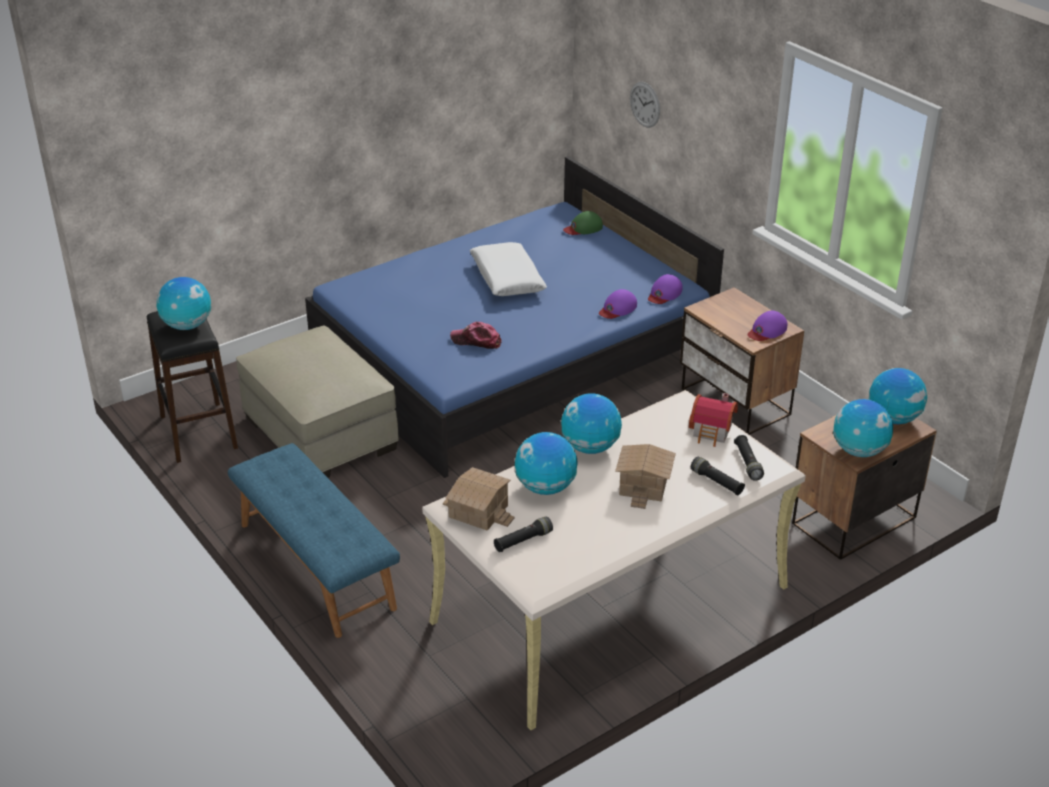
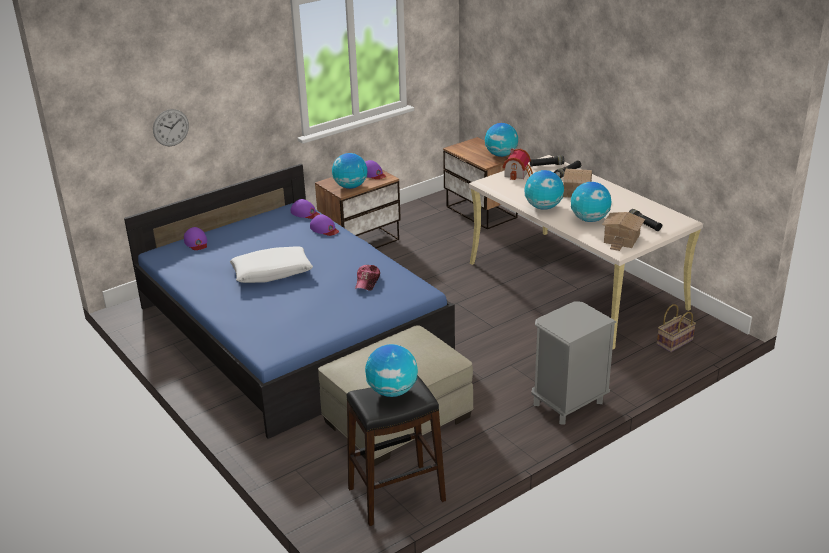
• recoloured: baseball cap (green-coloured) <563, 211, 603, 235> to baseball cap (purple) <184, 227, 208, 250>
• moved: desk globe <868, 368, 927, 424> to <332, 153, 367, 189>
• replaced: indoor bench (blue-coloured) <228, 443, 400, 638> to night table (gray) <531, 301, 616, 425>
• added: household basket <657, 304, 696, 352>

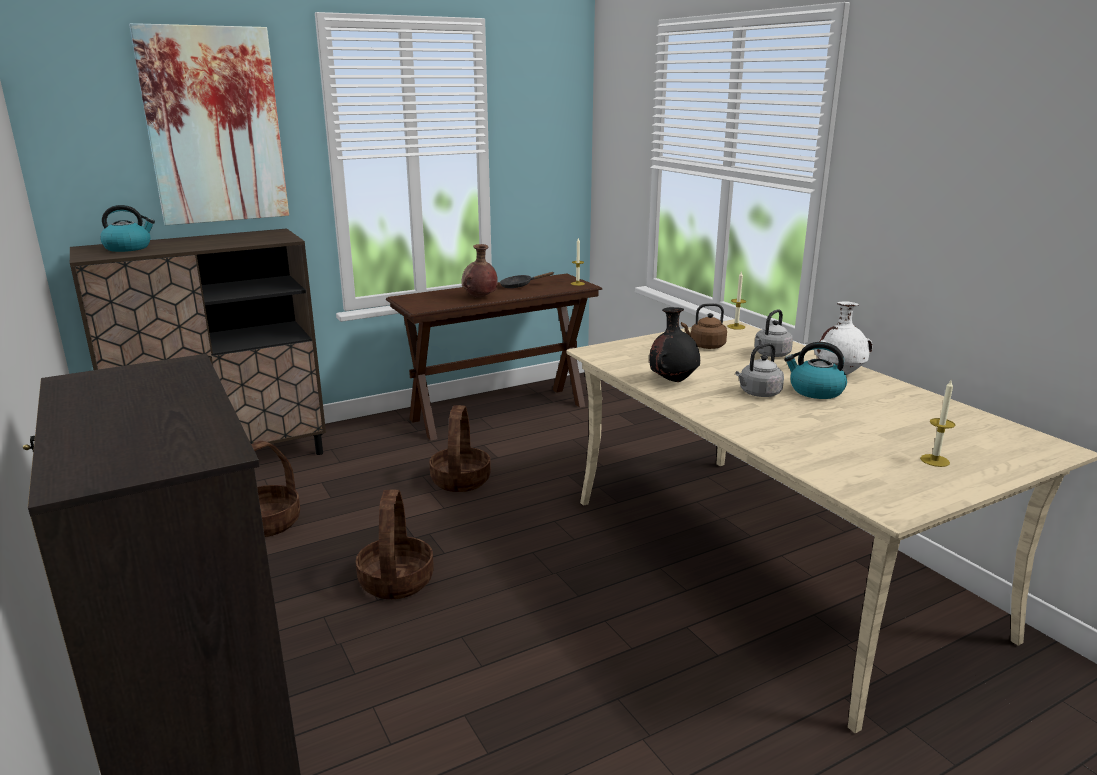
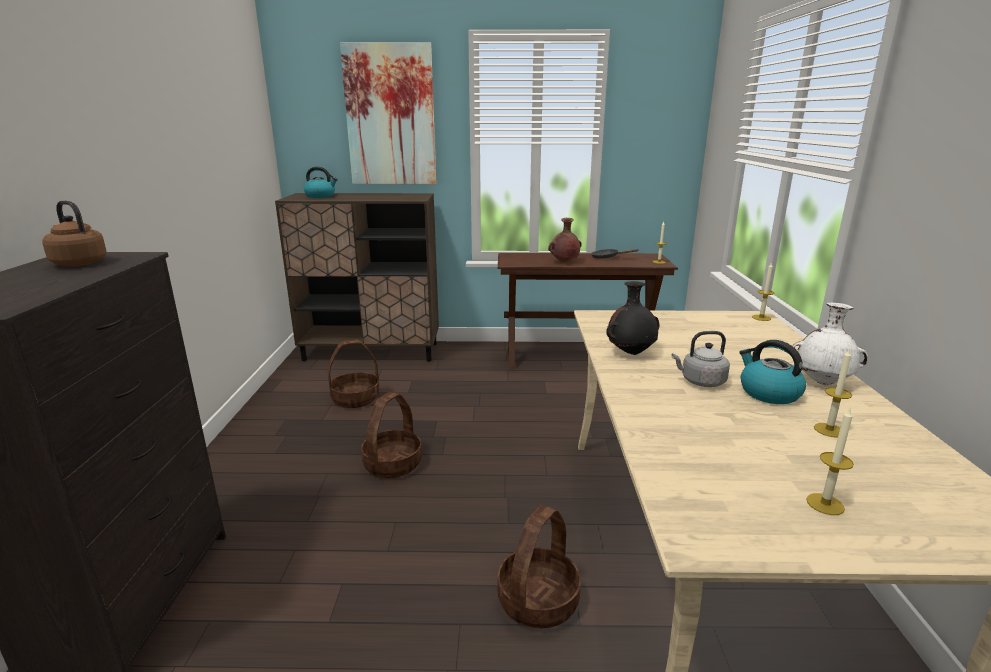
• moved: water kettle (brown-coloured) <681, 303, 727, 349> to <42, 201, 107, 266>
• moved: household basket <429, 405, 491, 492> to <497, 505, 581, 628>
• added: wax light <814, 348, 852, 437>
• removed: water kettle (gray) <754, 309, 793, 357>

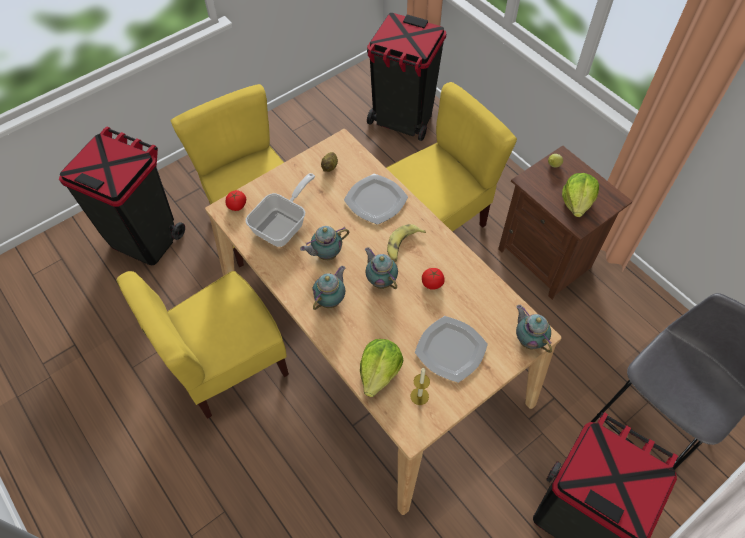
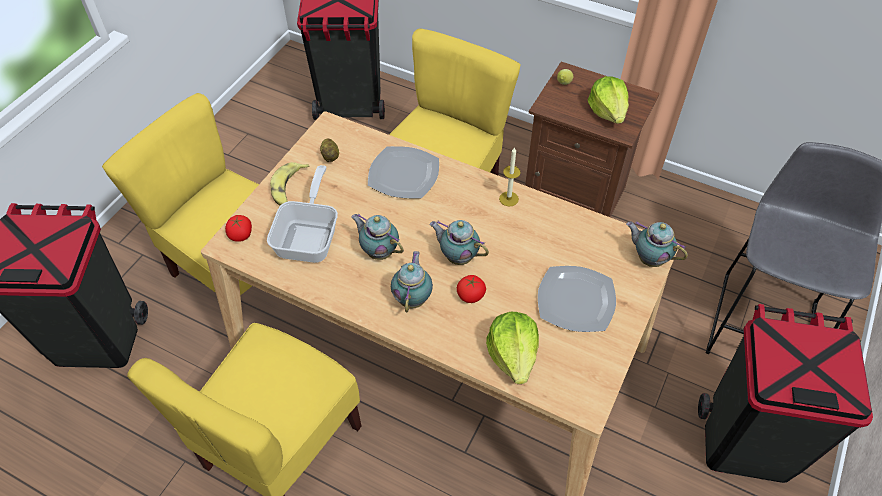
• moved: banana fruit <387, 224, 426, 262> to <270, 162, 310, 206>
• turned: teapot <300, 226, 349, 260> = <351, 213, 404, 260> 90 degrees clockwise
• moved: whole tomato <422, 268, 445, 290> to <457, 275, 486, 303>
• moved: wax light <410, 368, 430, 405> to <499, 147, 521, 206>

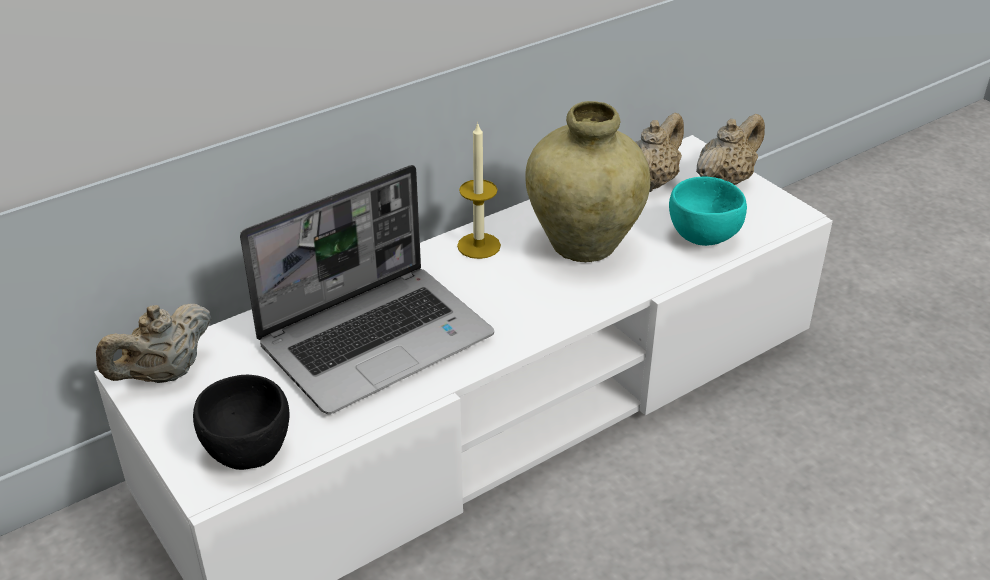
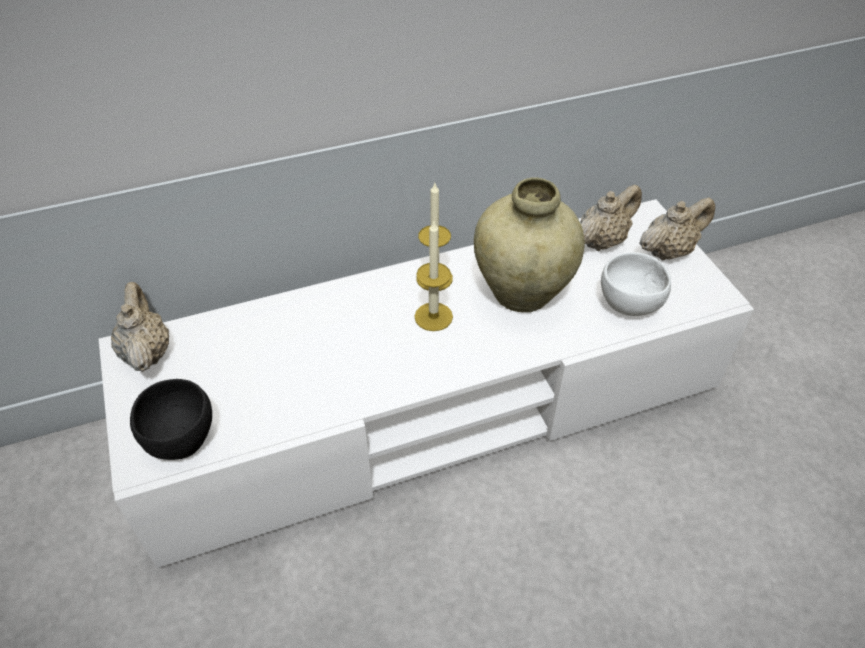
• turned: teapot (sand-coloured) <96, 304, 212, 383> = <111, 282, 169, 372> 105 degrees clockwise
• added: wax light <414, 222, 453, 331>
• recoloured: bowl (blue-green) <669, 176, 747, 246> to bowl (white-coloured) <601, 252, 671, 316>
• removed: portable computer <240, 165, 494, 414>

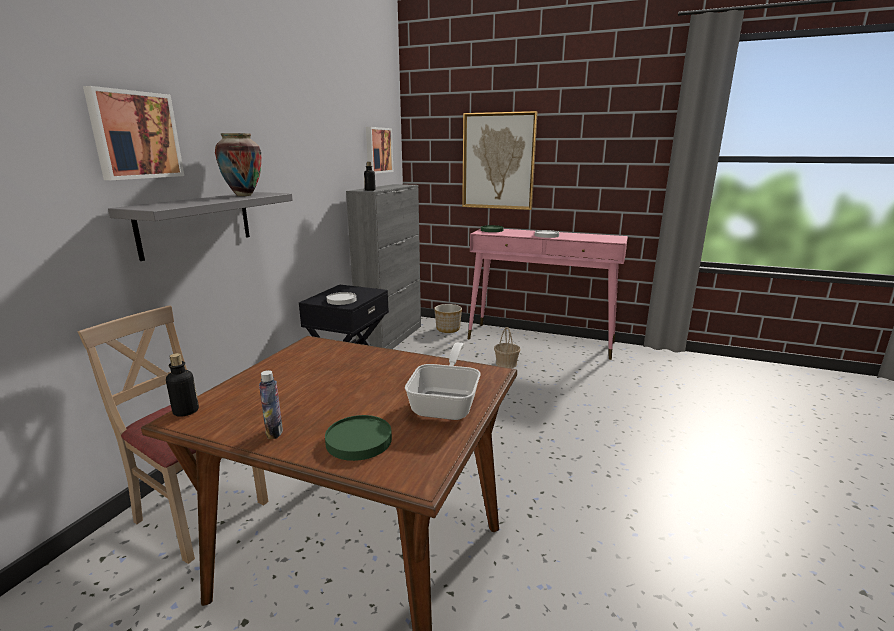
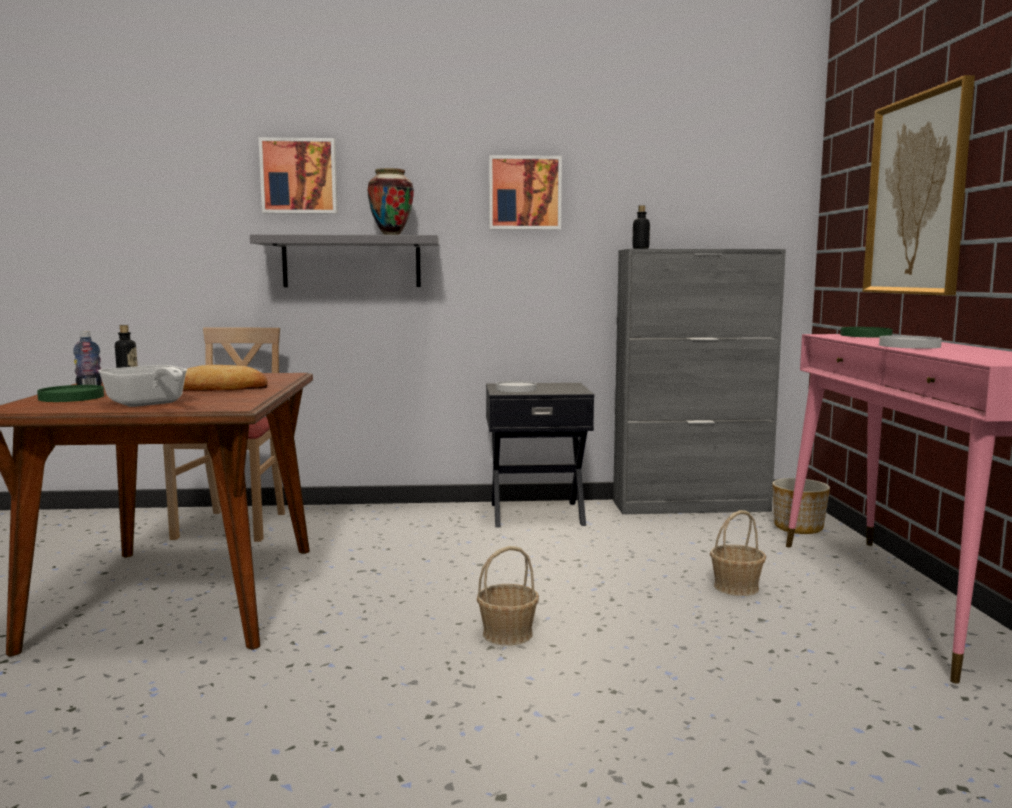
• turned: pan <405, 342, 481, 420> = <98, 365, 187, 407> 60 degrees clockwise
• added: bakery bread <183, 365, 268, 391>
• added: household basket <477, 546, 539, 645>
• moved: picture <366, 127, 393, 174> to <489, 155, 562, 230>

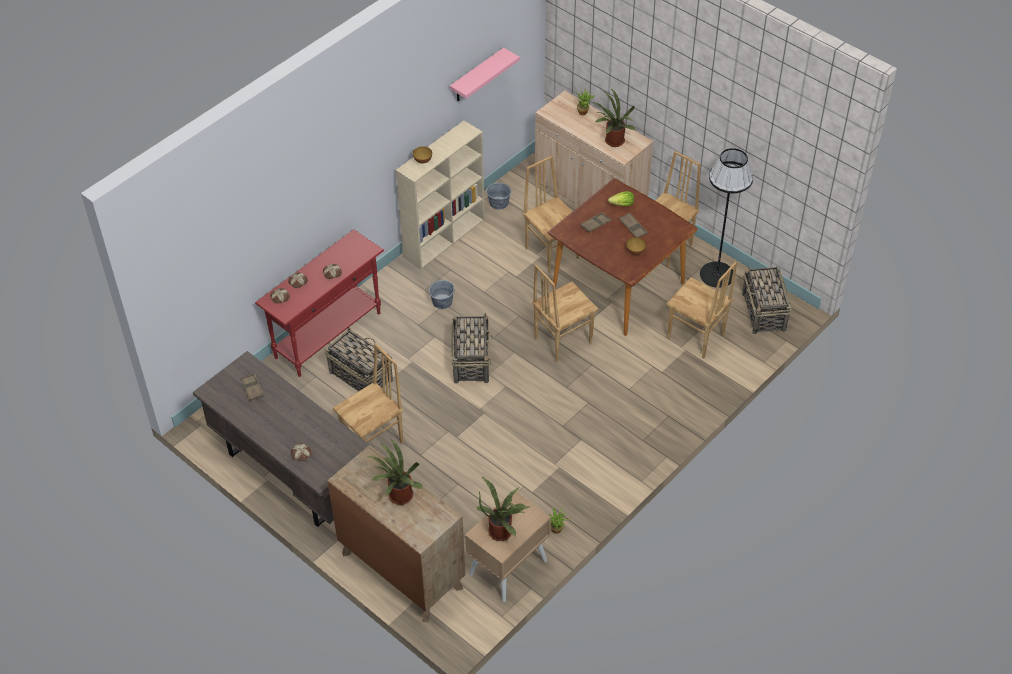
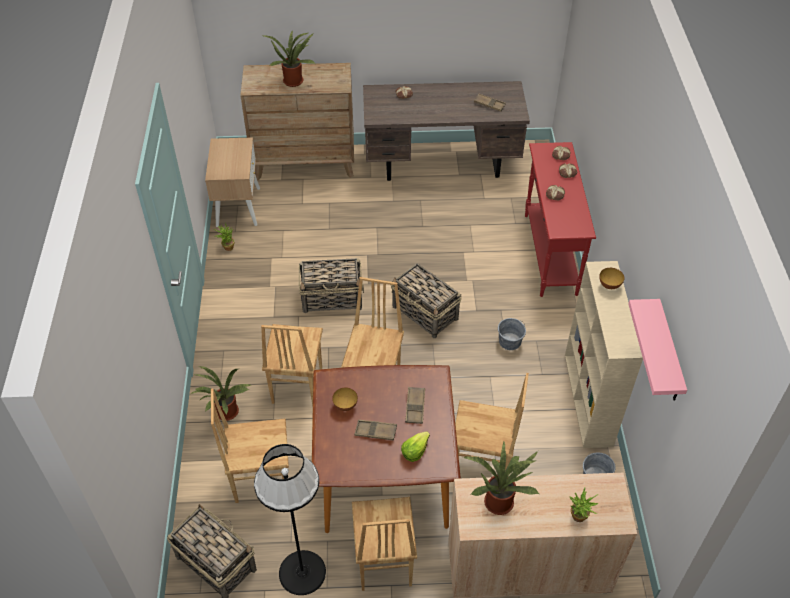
• moved: potted plant <477, 476, 530, 541> to <191, 366, 251, 421>
• moved: chair (brown-coloured) <333, 343, 403, 444> to <261, 324, 323, 406>
• moved: household basket <325, 327, 393, 391> to <299, 258, 364, 313>

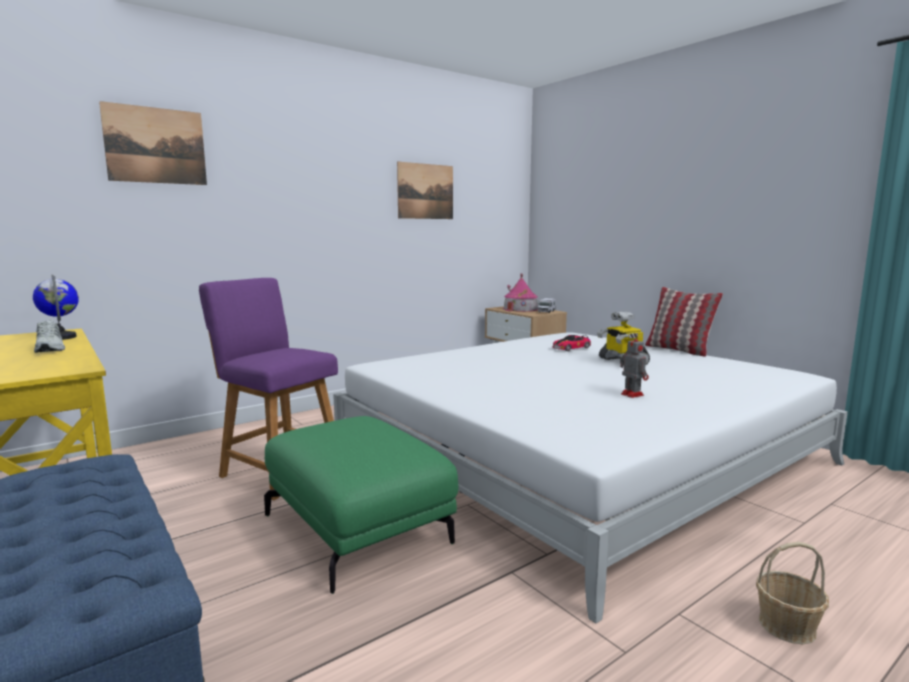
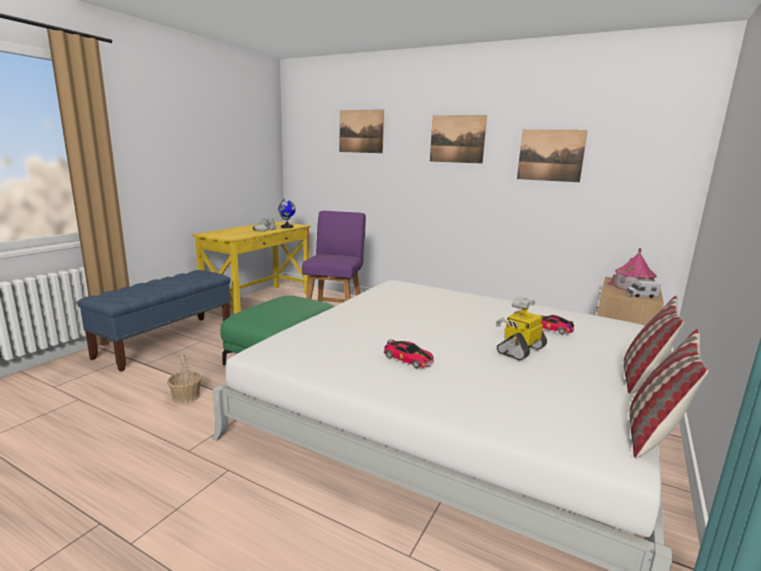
• moved: household basket <756, 542, 829, 644> to <167, 353, 202, 404>
• replaced: toy robot <620, 333, 649, 398> to model car <384, 340, 434, 368>
• added: picture <430, 115, 487, 164>
• added: throw pillow <630, 329, 708, 458>

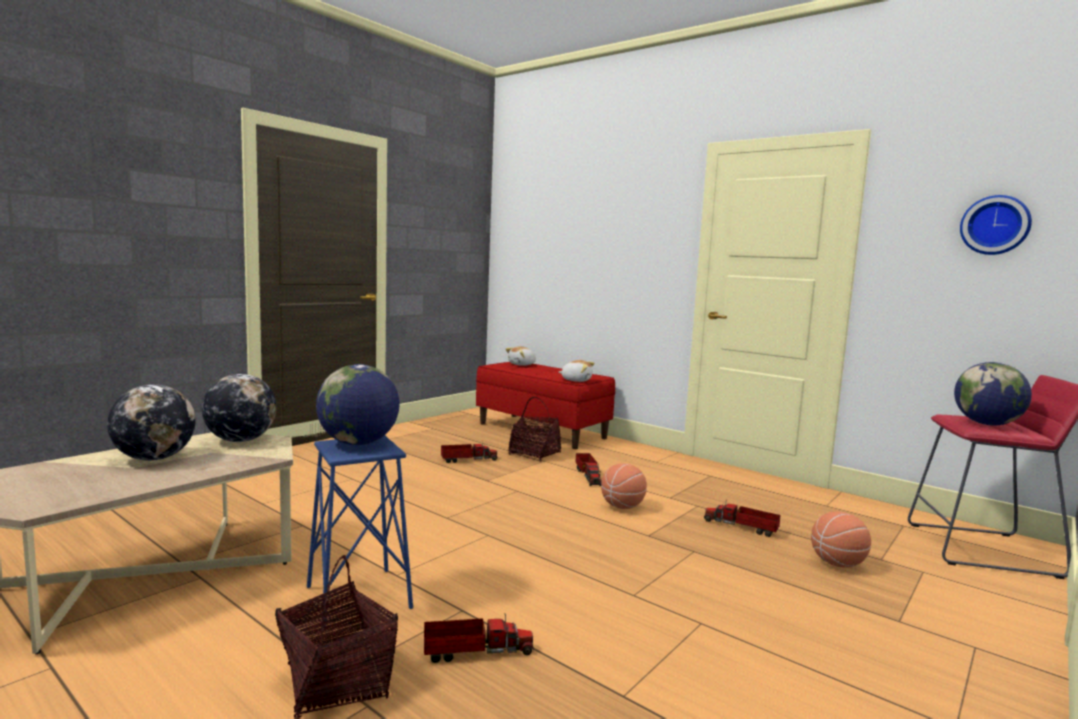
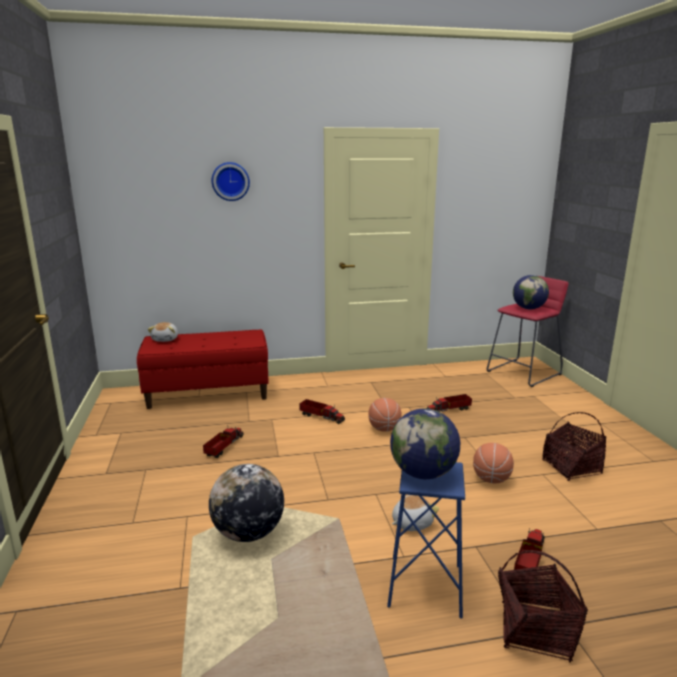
• moved: hanging clock <960, 195, 1032, 255> to <212, 162, 250, 201>
• moved: soft toy <559, 360, 595, 382> to <392, 495, 439, 531>
• moved: basketball ball <811, 511, 871, 568> to <473, 443, 514, 484>
• moved: household basket <508, 397, 561, 462> to <542, 412, 606, 481>
• removed: desk globe <107, 384, 196, 461>

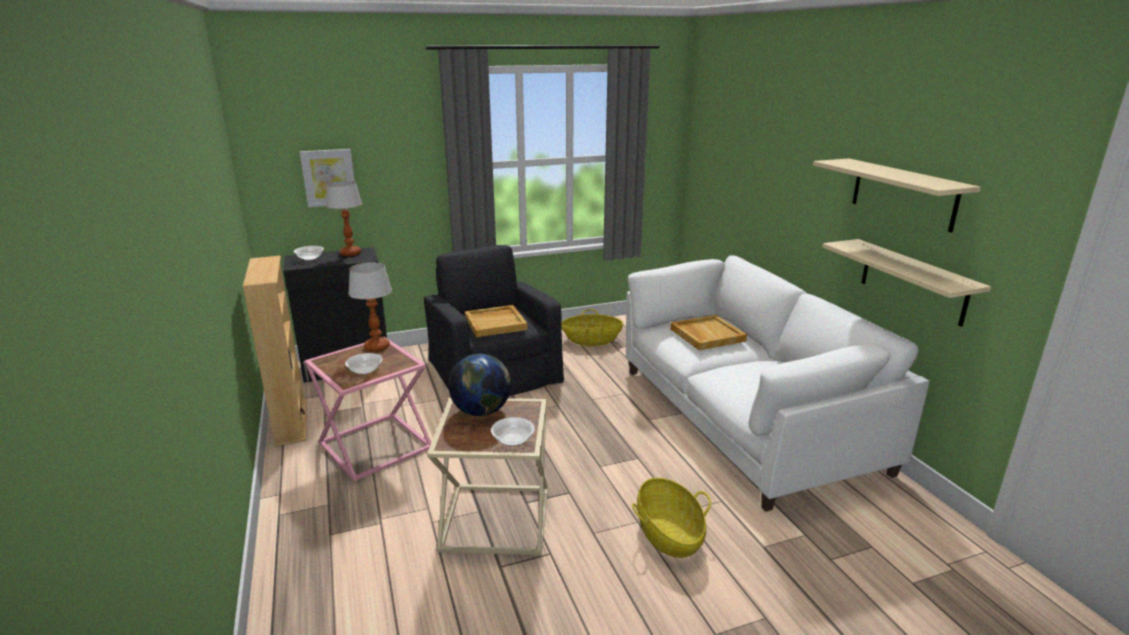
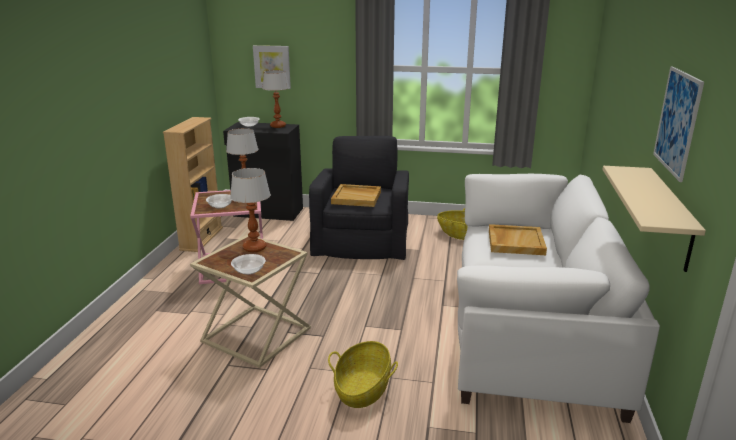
• replaced: desk globe <448, 354, 511, 416> to lamp for a table <230, 168, 271, 252>
• replaced: bracket shelf (sand-coloured) <813, 159, 981, 232> to picture <653, 66, 704, 182>

